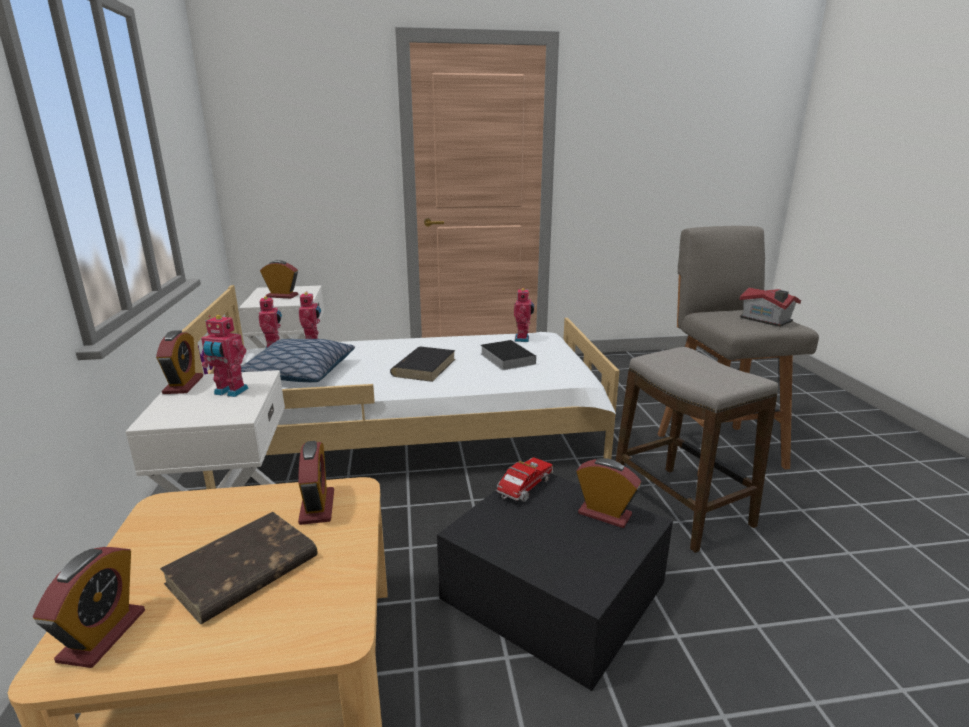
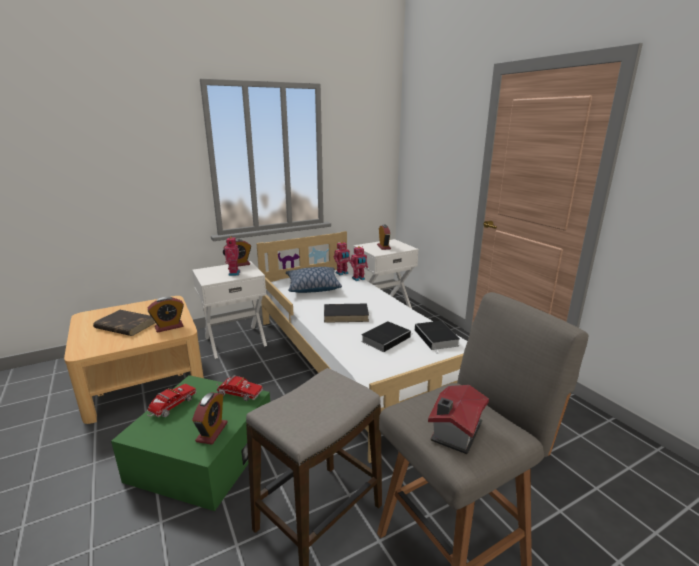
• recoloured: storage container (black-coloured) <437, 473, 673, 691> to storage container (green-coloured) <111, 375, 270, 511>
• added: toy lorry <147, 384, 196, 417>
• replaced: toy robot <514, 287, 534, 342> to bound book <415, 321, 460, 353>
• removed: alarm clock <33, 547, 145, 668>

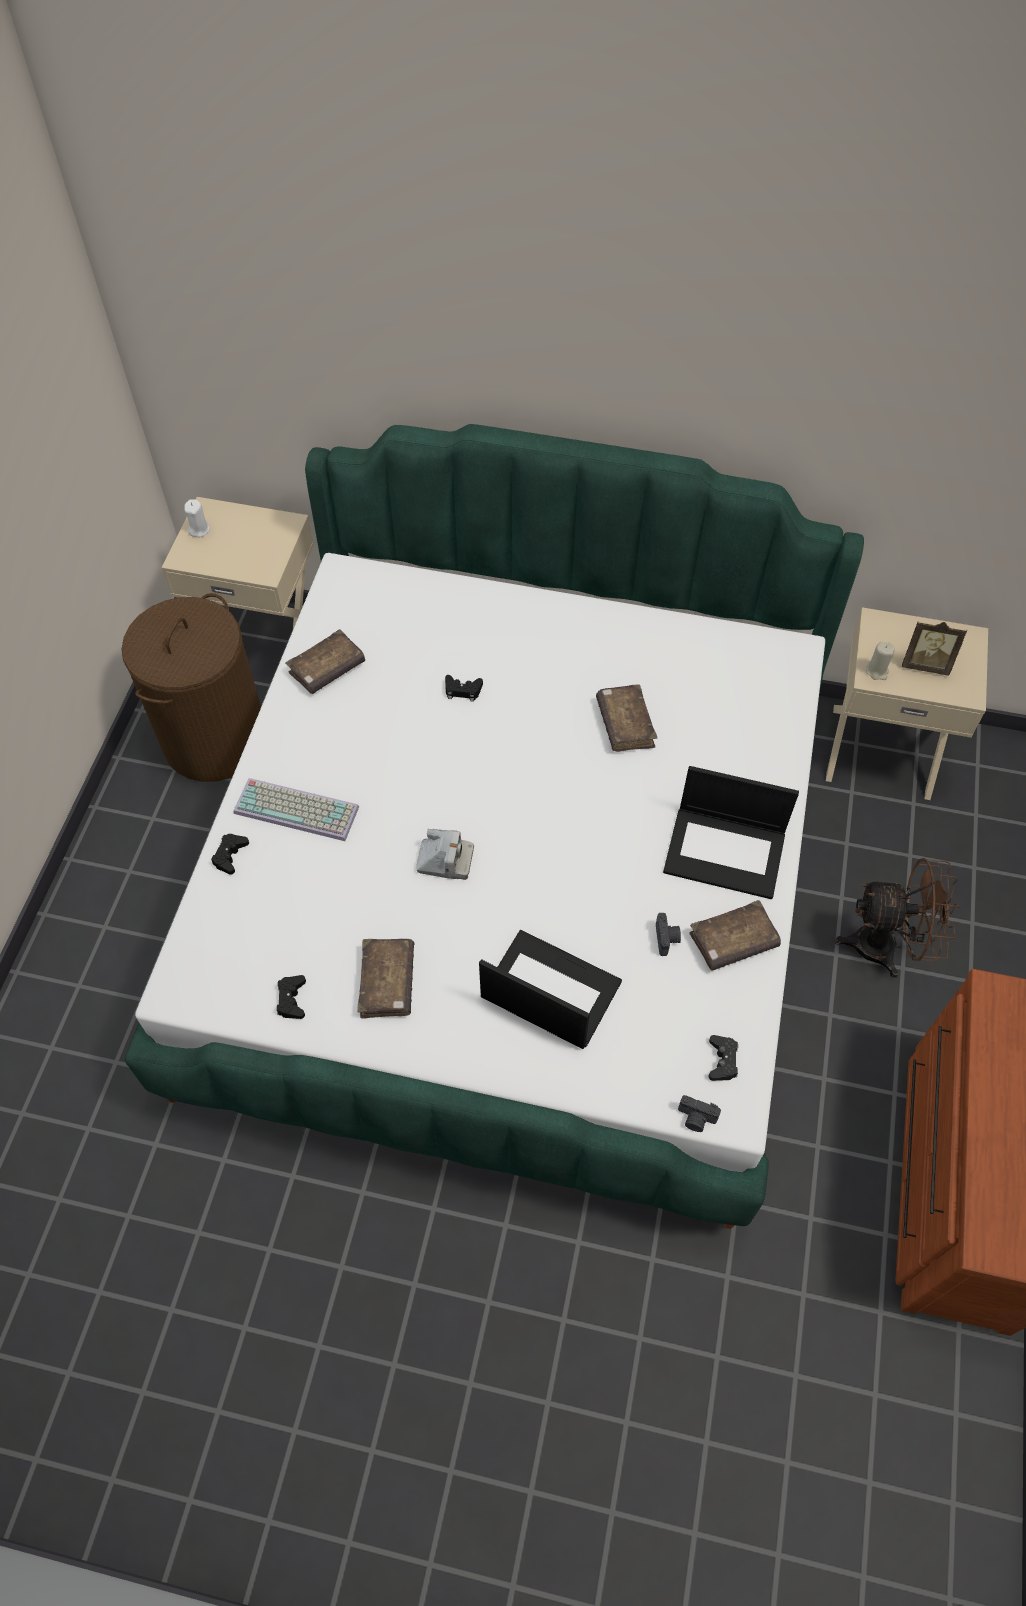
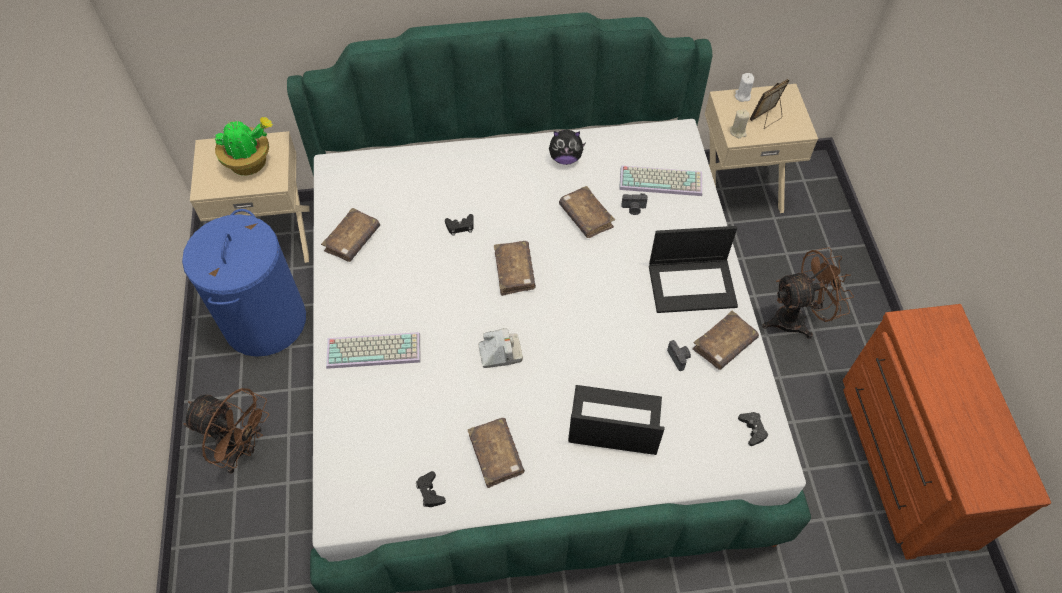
• recoloured: hamper (brown-coloured) <121, 593, 261, 782> to hamper (blue-coloured) <182, 209, 306, 357>
• added: fan (brown-coloured) <183, 388, 269, 474>
• added: potted plant <214, 117, 273, 175>
• added: bound book (brown-coloured) <494, 241, 536, 296>
• added: soft toy <549, 130, 586, 165>
• added: keyboard <619, 165, 702, 196>
• moved: photo camera <678, 1095, 721, 1132> to <621, 193, 648, 215>
• moved: wax light (white-coloured) <185, 499, 210, 537> to <735, 73, 754, 102>
• turned: photo frame <902, 622, 967, 676> = <750, 79, 790, 129> 150 degrees clockwise
• removed: gamepad (black-coloured) <211, 834, 249, 874>

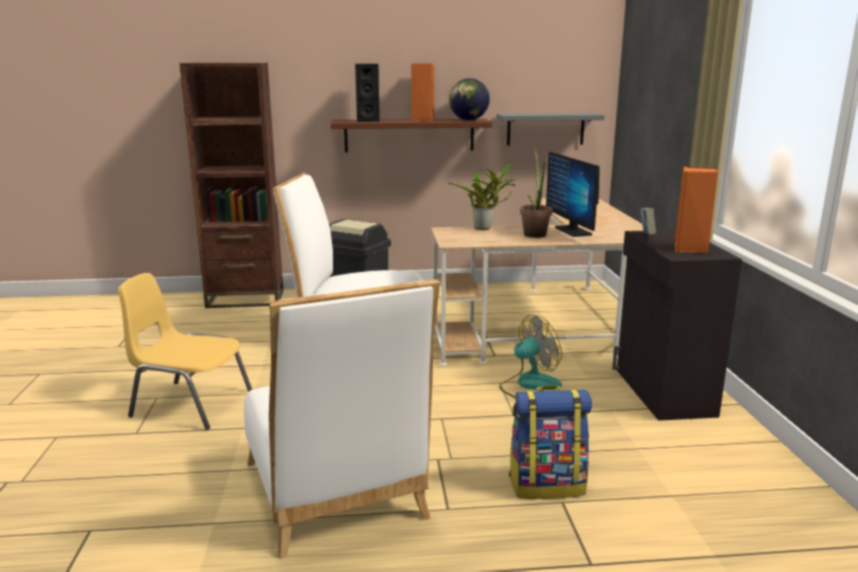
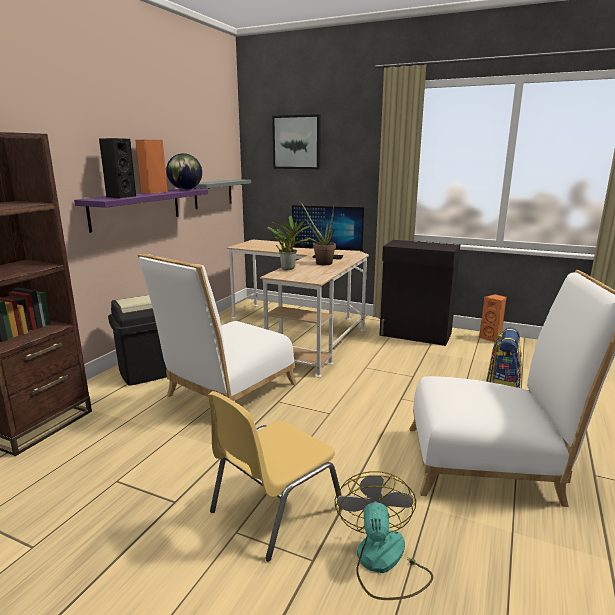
• recoloured: bracket shelf (brown-coloured) <331, 119, 492, 152> to bracket shelf (purple) <74, 189, 208, 233>
• added: picture <272, 114, 321, 169>
• moved: fan <499, 315, 562, 398> to <335, 471, 433, 600>
• moved: audio speaker (orangey) <674, 167, 718, 253> to <479, 294, 507, 342>
• removed: bound book <640, 208, 656, 235>

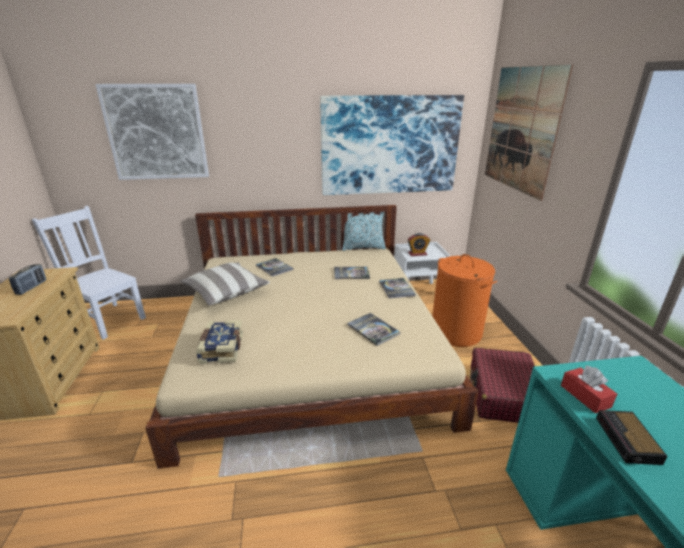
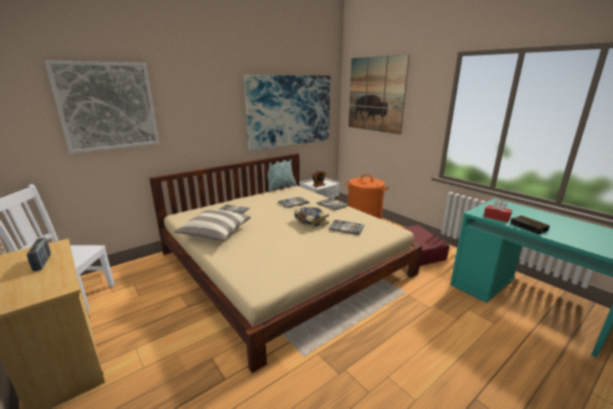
• moved: bound book <196, 320, 243, 364> to <294, 205, 329, 229>

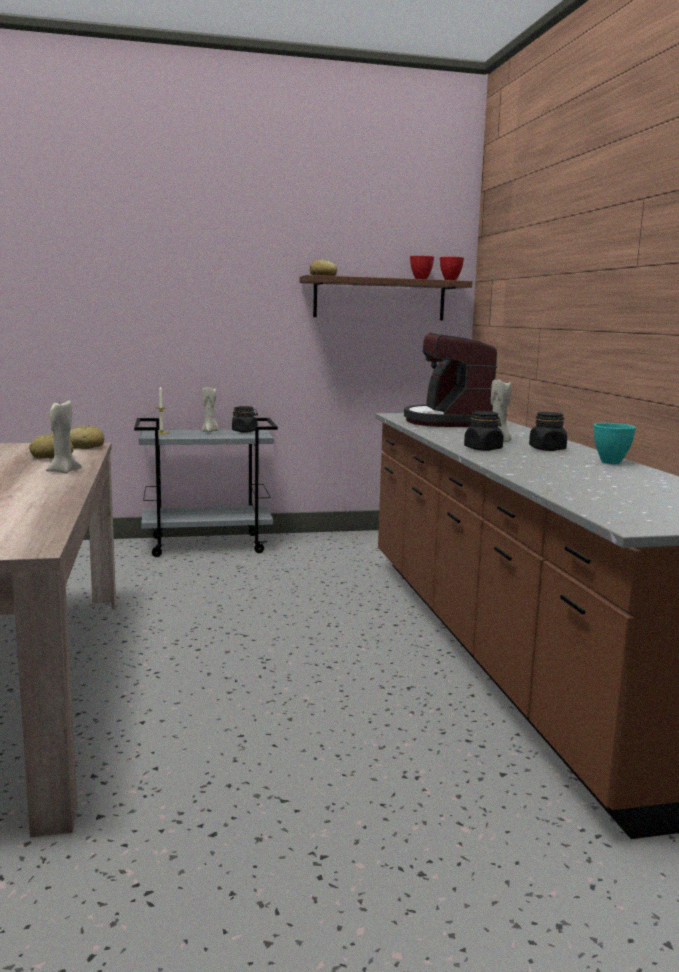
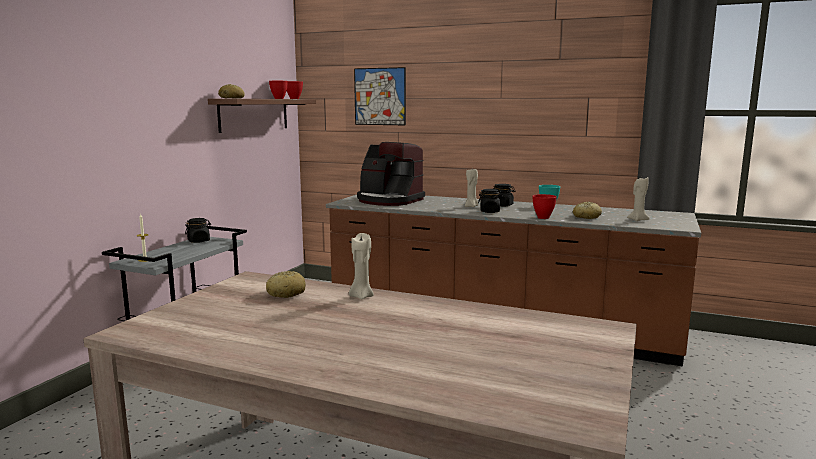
• added: picture <354, 67, 406, 125>
• added: bowl (red-coloured) <532, 194, 557, 219>
• moved: bakery bread <70, 425, 105, 449> to <573, 201, 602, 219>
• moved: wax light (sand-coloured) <201, 387, 219, 432> to <627, 177, 650, 221>

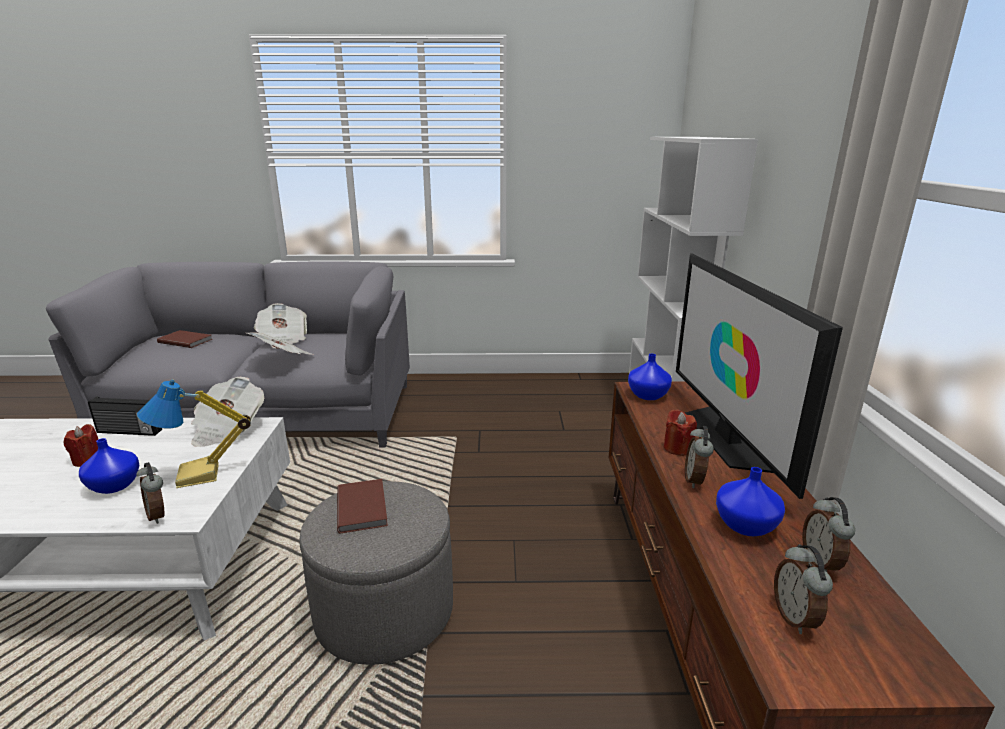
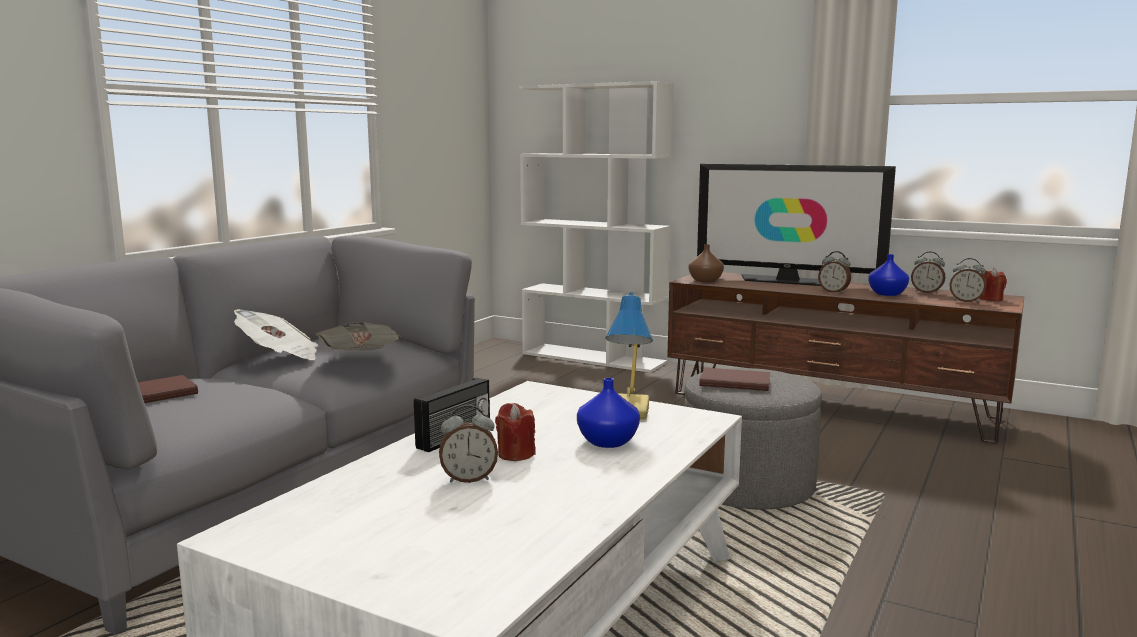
• moved: alarm clock <136, 462, 164, 524> to <439, 405, 498, 483>
• recoloured: flower vase (blue-coloured) <628, 354, 672, 400> to flower vase (brown-coloured) <688, 244, 724, 283>
• moved: wax light (red-coloured) <664, 409, 697, 456> to <980, 268, 1007, 301>
• removed: newspaper <191, 377, 264, 447>

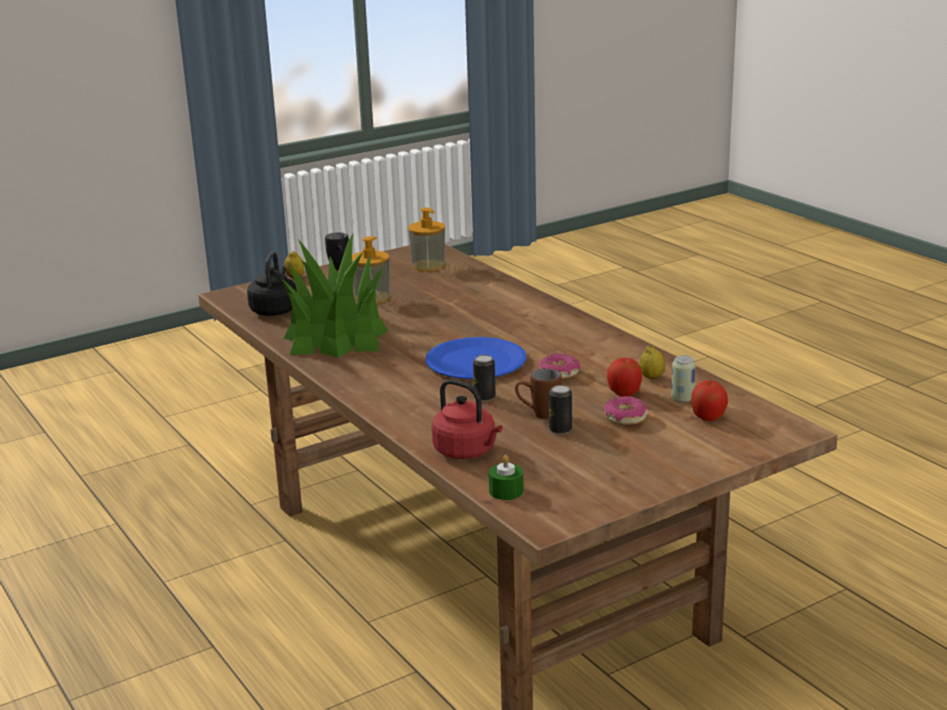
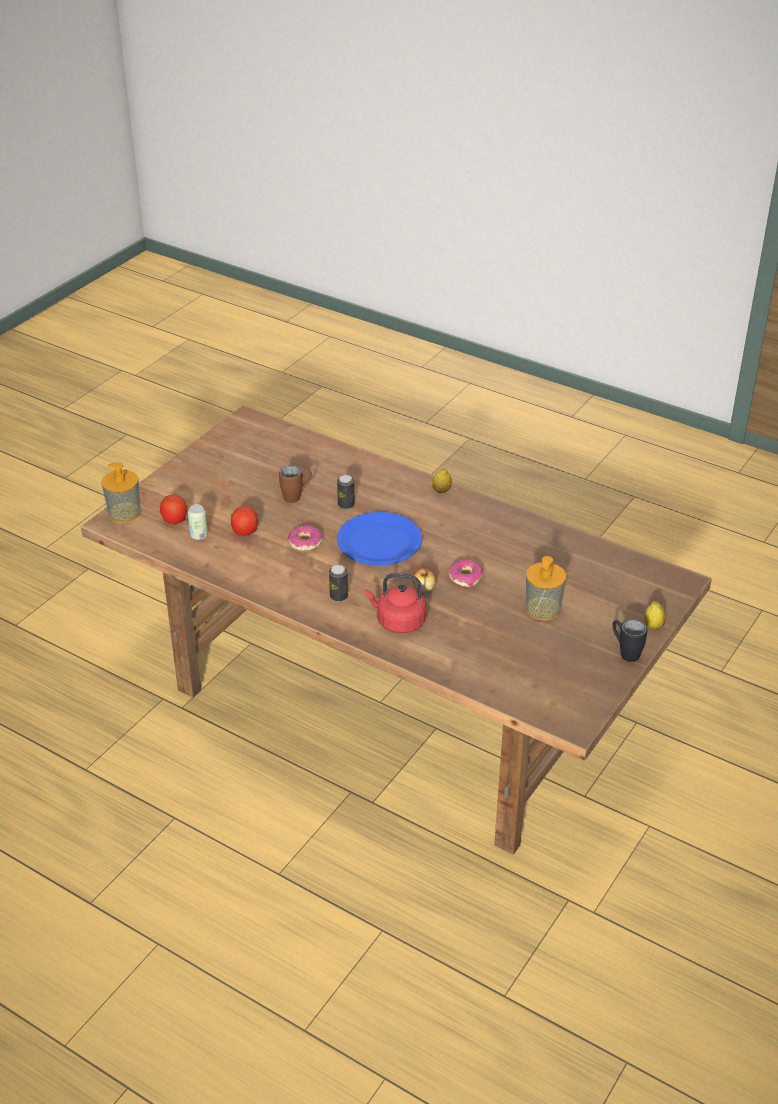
• moved: soap bottle <408, 207, 445, 271> to <101, 462, 141, 523>
• moved: can <549, 385, 572, 434> to <329, 565, 348, 602>
• moved: water kettle (red-coloured) <432, 379, 503, 459> to <365, 573, 426, 633>
• added: apple fruit <413, 568, 436, 593>
• moved: whole lemon <639, 346, 665, 379> to <432, 468, 452, 493>
• moved: ring doughnut <603, 396, 648, 425> to <449, 559, 484, 587>
• removed: water kettle (black-coloured) <247, 252, 297, 316>
• removed: potted plant <281, 234, 389, 358>
• removed: wax light (green-coloured) <489, 455, 524, 500>

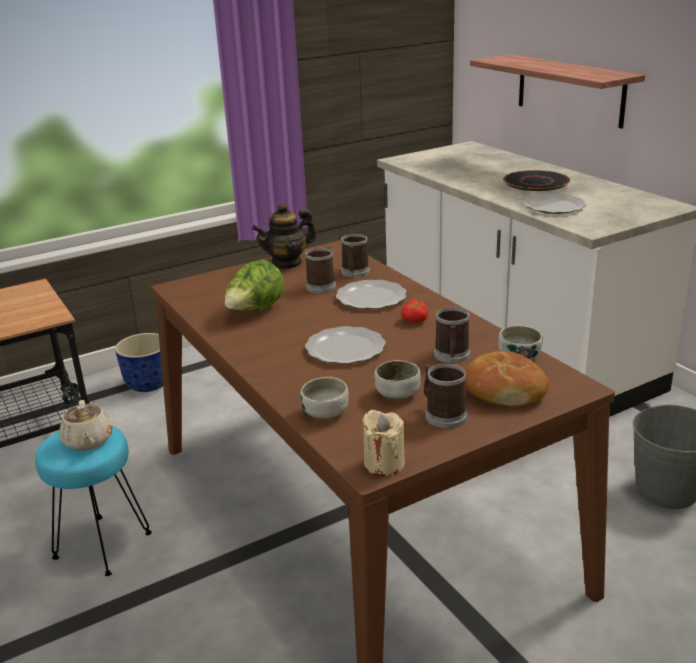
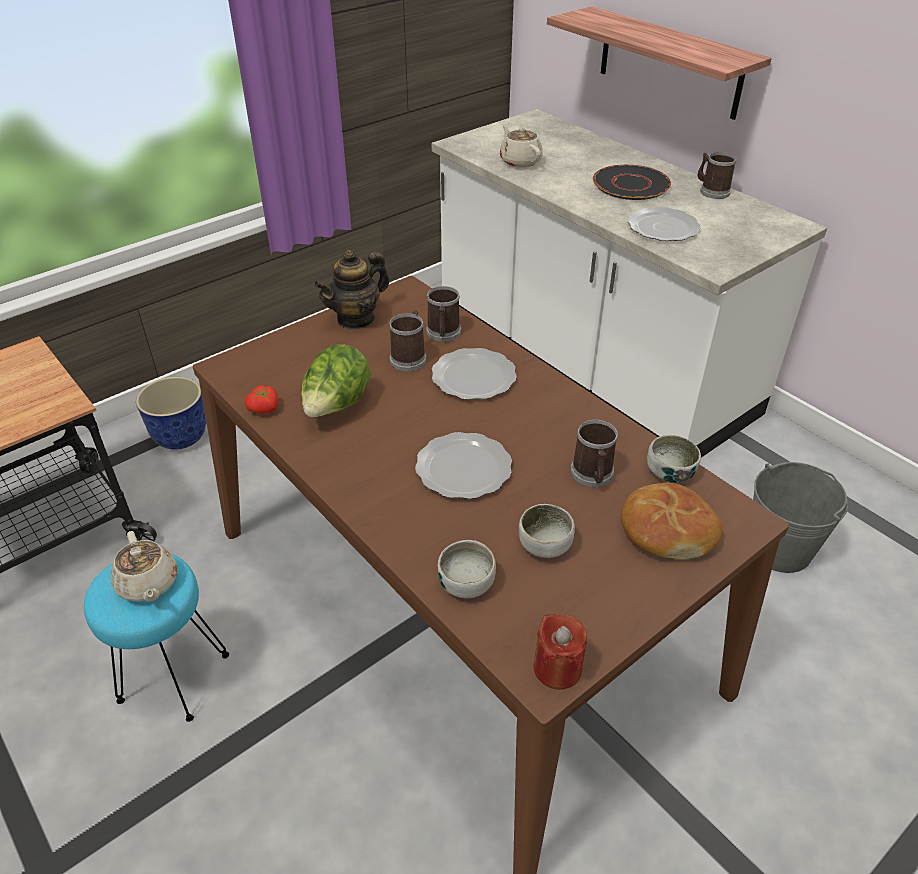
• moved: whole tomato <401, 300, 428, 322> to <245, 385, 278, 414>
• added: teapot (sand-coloured) <500, 123, 543, 168>
• recoloured: wax light (sand-coloured) <362, 410, 405, 476> to wax light (red-coloured) <533, 614, 587, 690>
• moved: tea mug <424, 363, 467, 428> to <698, 152, 736, 199>

